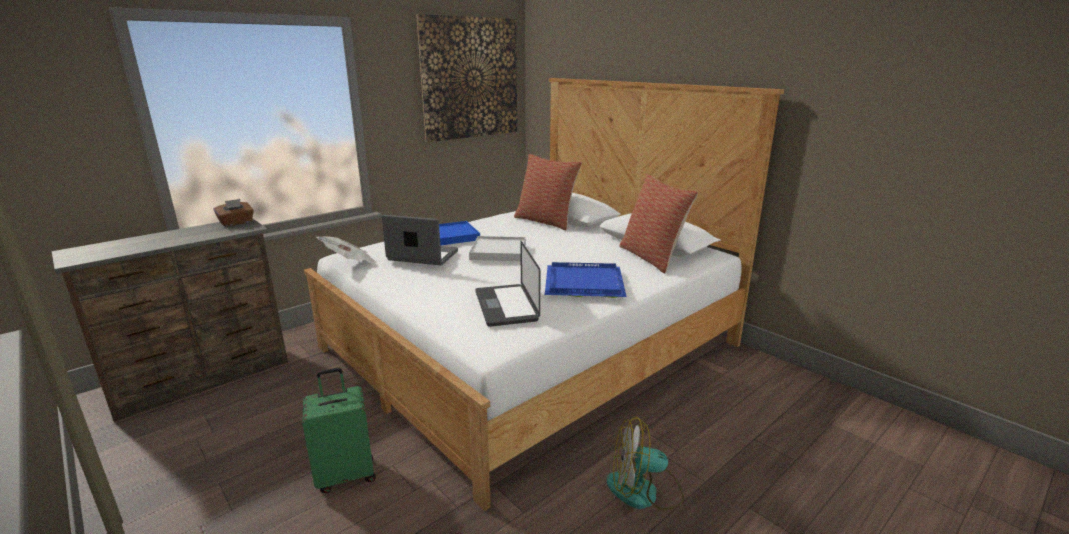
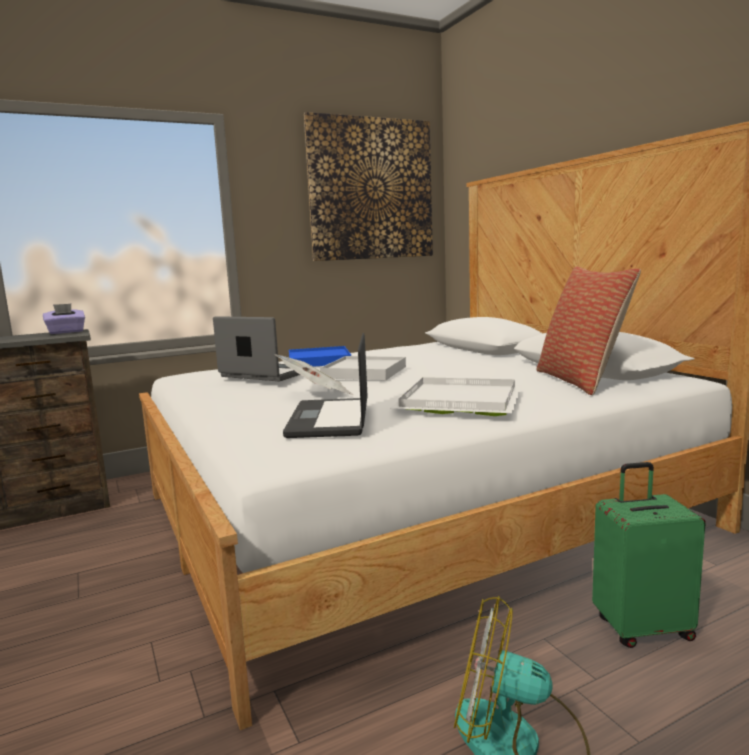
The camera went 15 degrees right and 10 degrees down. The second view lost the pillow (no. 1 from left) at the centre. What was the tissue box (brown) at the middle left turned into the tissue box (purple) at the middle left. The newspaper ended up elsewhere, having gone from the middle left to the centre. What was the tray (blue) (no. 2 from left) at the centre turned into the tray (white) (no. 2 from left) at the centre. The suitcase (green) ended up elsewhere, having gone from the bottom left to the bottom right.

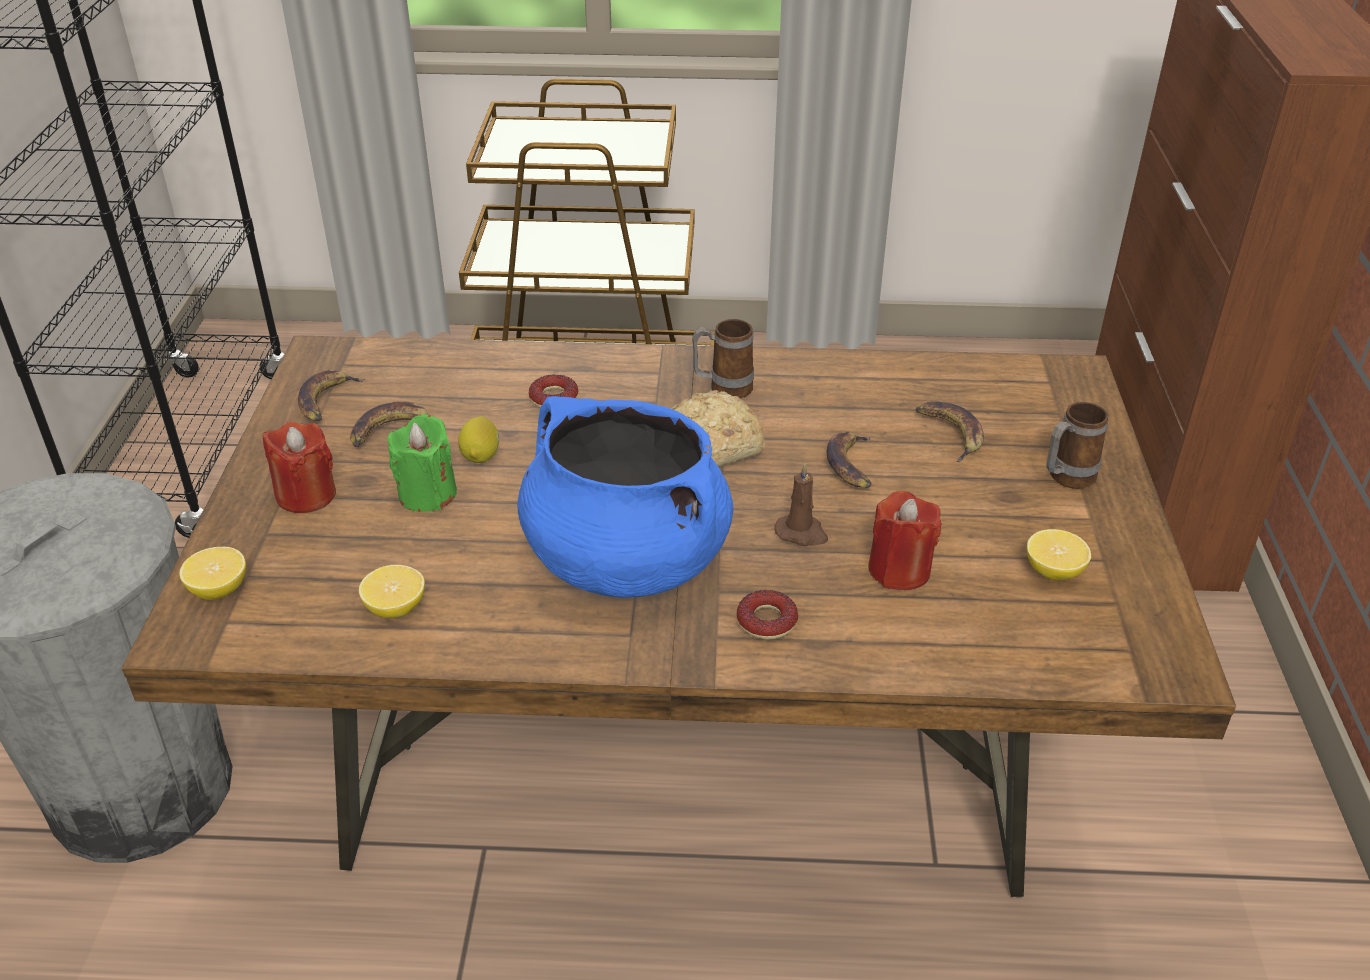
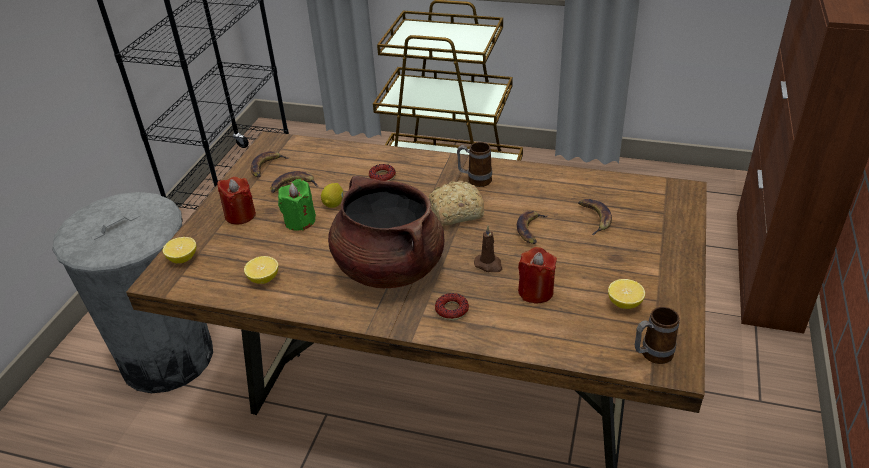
The camera went 15 degrees right and 0 degrees up. What was the cooking pot (blue) at the centre turned into the cooking pot (brown) at the centre. The mug (no. 2 from left) ended up elsewhere, having gone from the middle right to the bottom right.

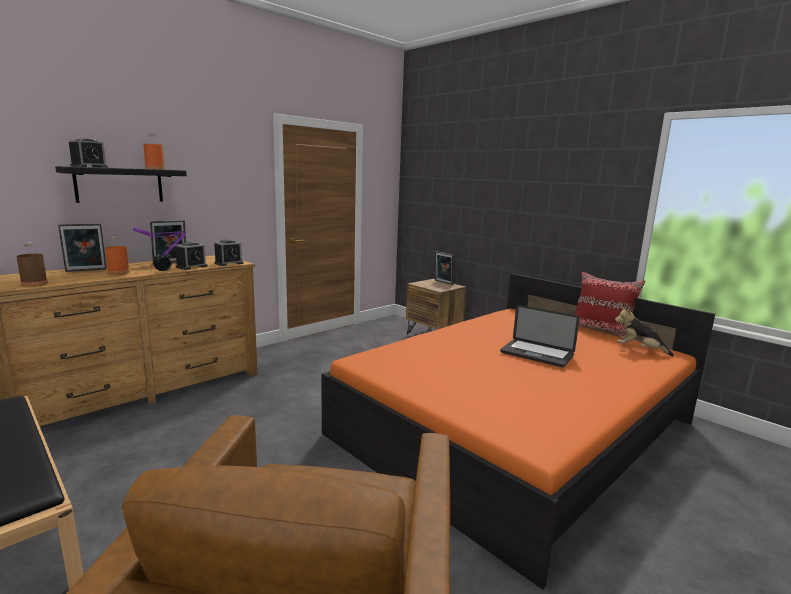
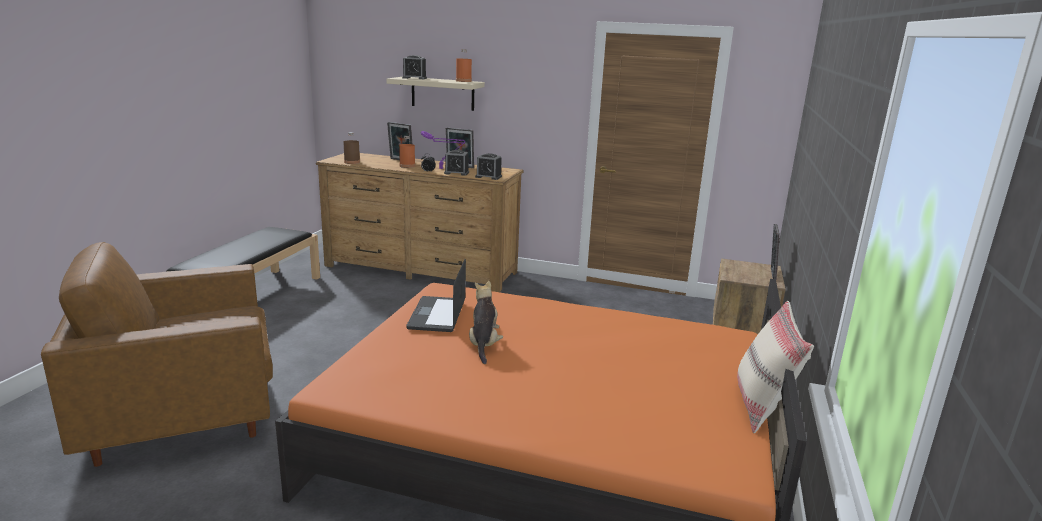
The camera went 60 degrees right and 5 degrees up. What was the shelf (black) at the top left turned into the shelf (beige) at the top centre. What was the pillow (red) at the middle right turned into the pillow (beige) at the bottom right. The laptop ended up elsewhere, having gone from the middle right to the centre. The plush toy ended up elsewhere, having gone from the middle right to the centre.

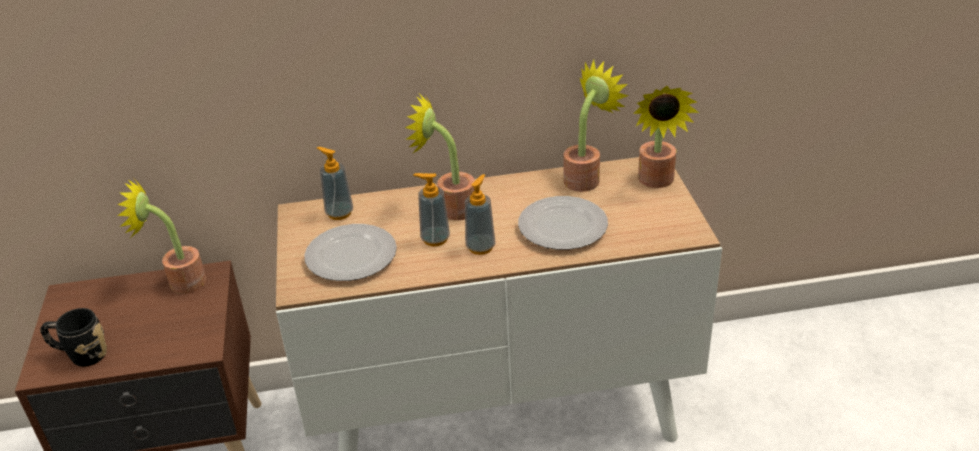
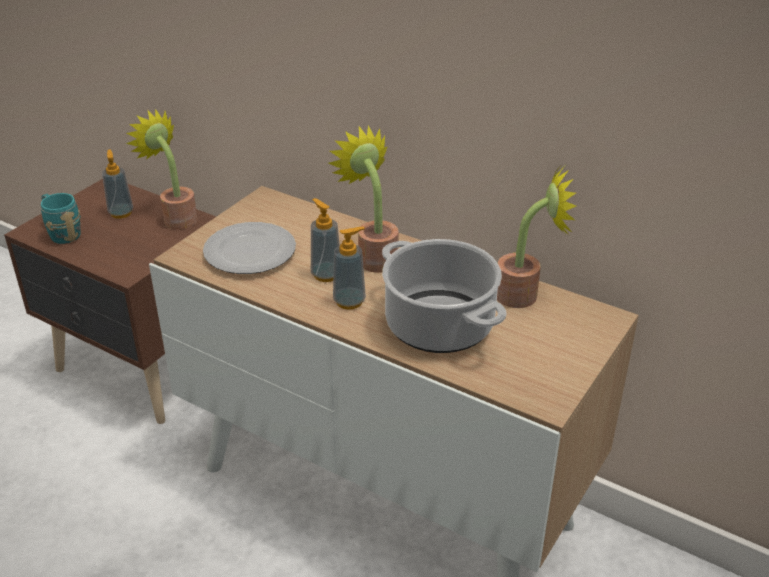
The camera went 40 degrees right and 0 degrees up. The second view lost the potted plant (no. 4 from left) at the top right. The soap dispenser (no. 1 from left) ended up elsewhere, having gone from the centre to the top left. Where the plate (no. 2 from left) stood at the centre, the cooking pot came to stand at the centre. What was the mug (black) at the bottom left turned into the mug (turquoise) at the middle left.

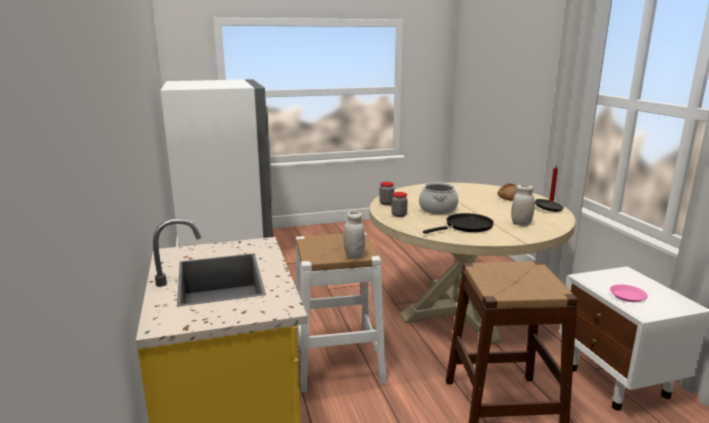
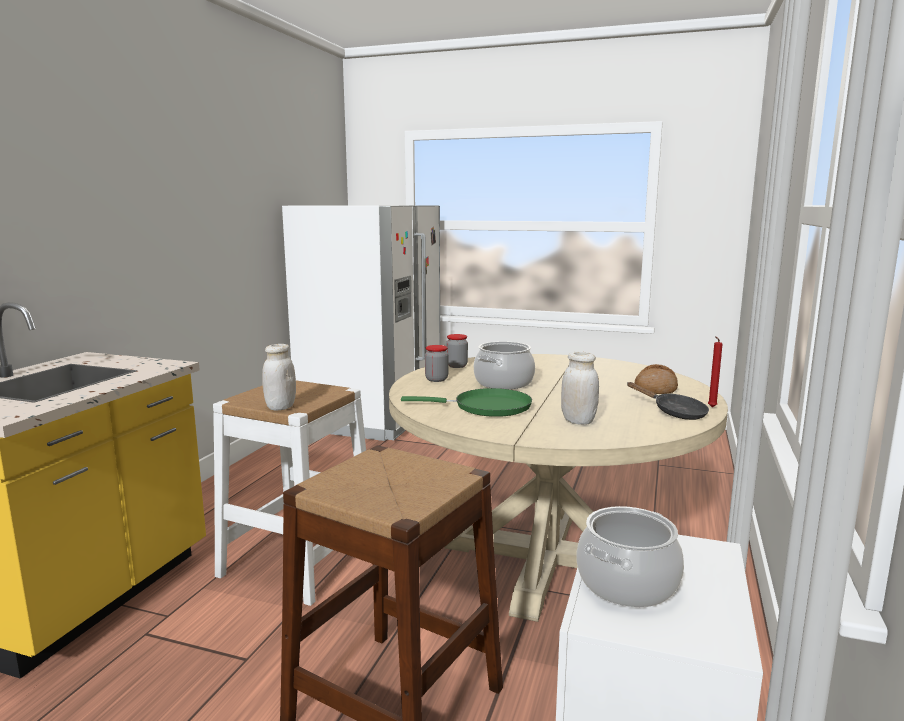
The camera went 35 degrees right and 5 degrees down. What was the frying pan (black) (no. 1 from left) at the centre turned into the frying pan (green) at the centre. Where the plate (pink) stood at the bottom right, the cooking pot (no. 2 from left) came to stand at the bottom right.

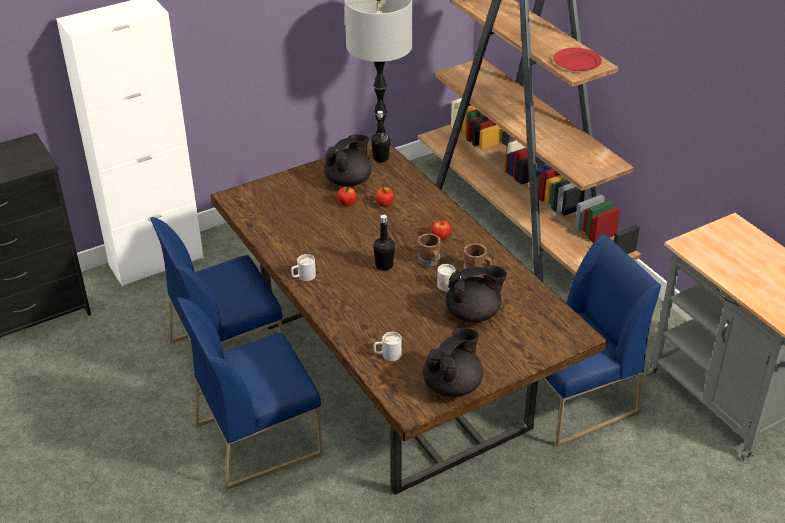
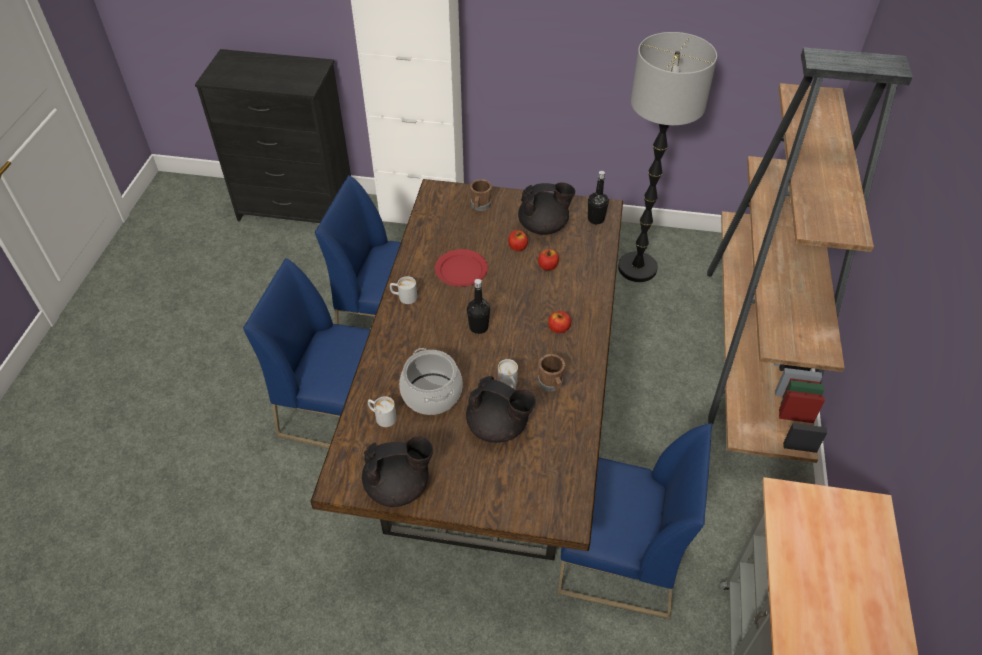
The camera went 40 degrees right and 10 degrees up. The plate (red) ended up elsewhere, having gone from the top right to the centre. The mug (brown) (no. 1 from left) ended up elsewhere, having gone from the centre to the top centre. The second view gained the cooking pot at the centre.

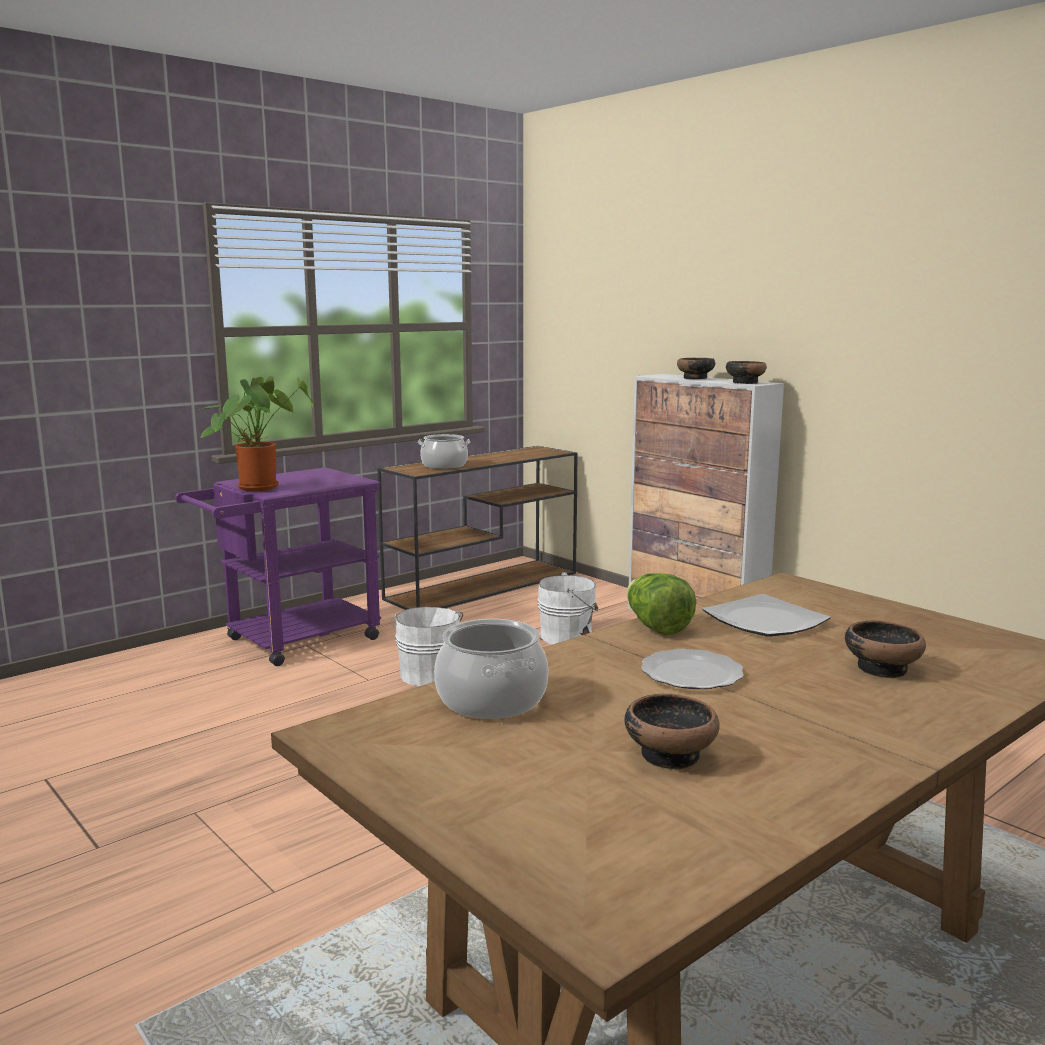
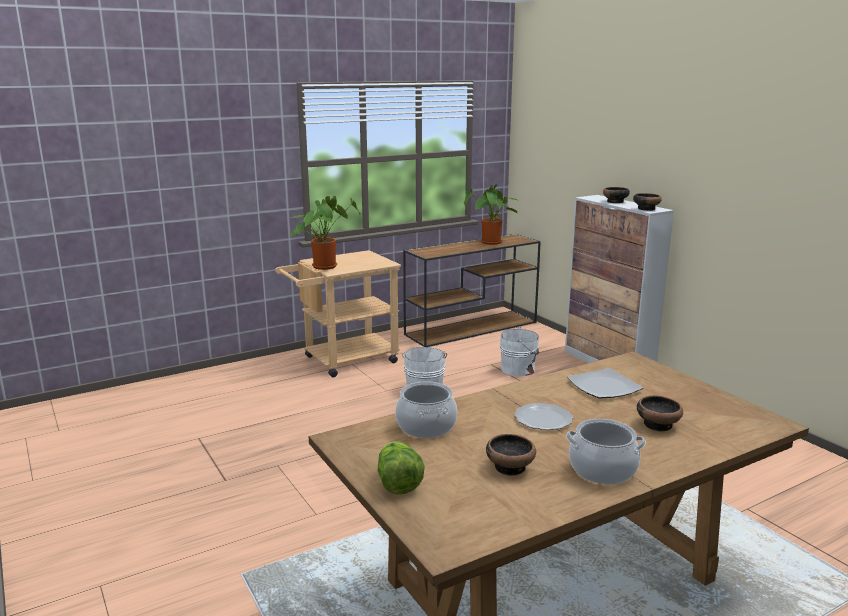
The camera went 10 degrees right and 5 degrees up. The cooking pot (no. 1 from left in the first image) ended up elsewhere, having gone from the centre to the bottom right. What was the cart (purple) at the middle left turned into the cart (beige) at the centre. The lettuce ended up elsewhere, having gone from the centre to the bottom centre. The second view gained the potted plant (no. 2 from left) at the centre.

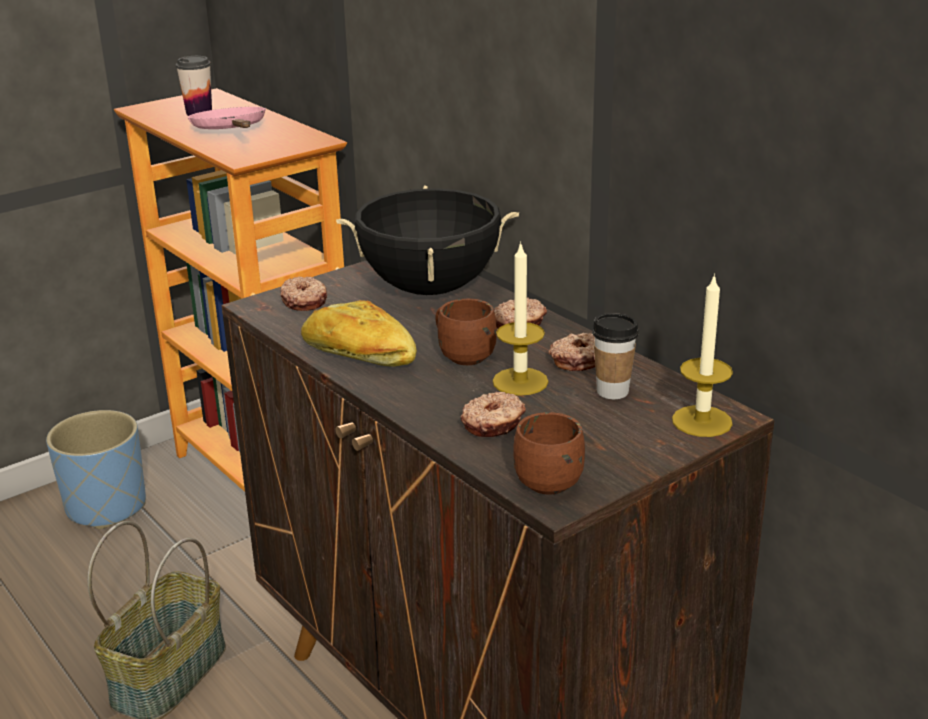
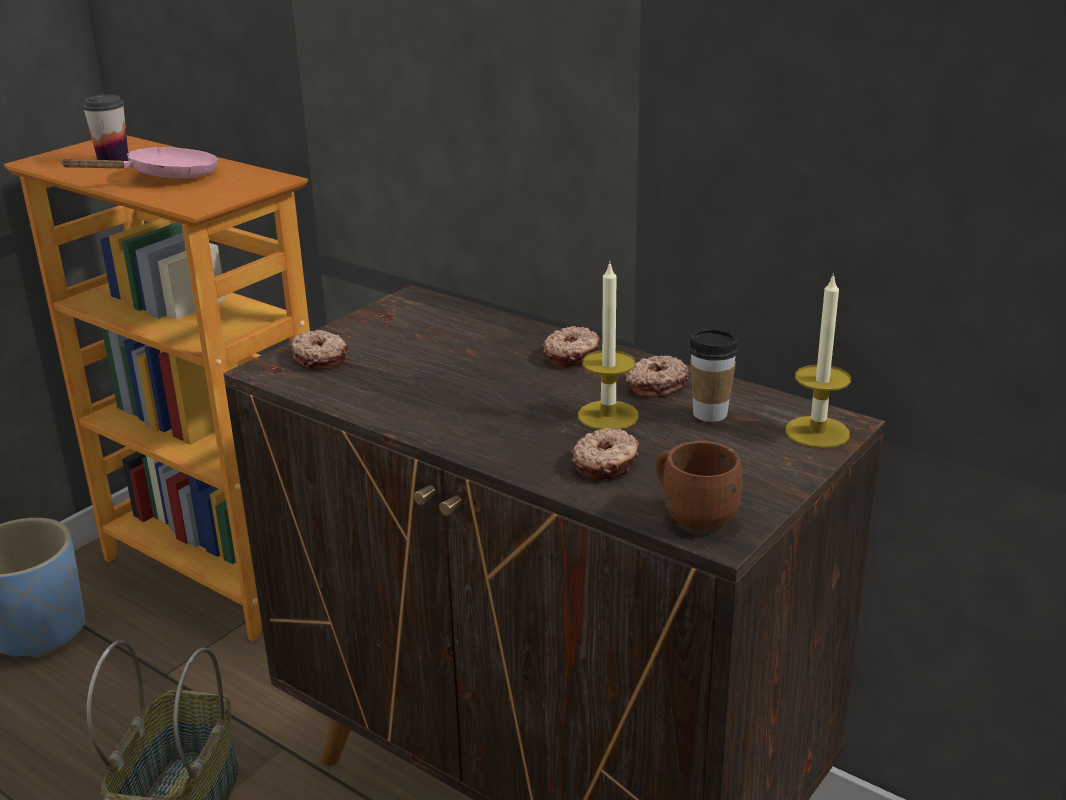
The camera went 15 degrees left and 0 degrees up. The frying pan (pink) at the top left ended up facing another way, 90 degrees clockwise from before. The second view lost the cooking pot (black) at the centre. The second view lost the mug (brown) (no. 1 from left) at the centre. The second view lost the bread at the centre.

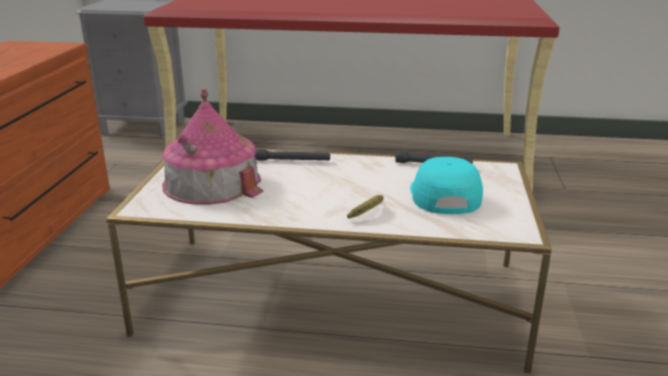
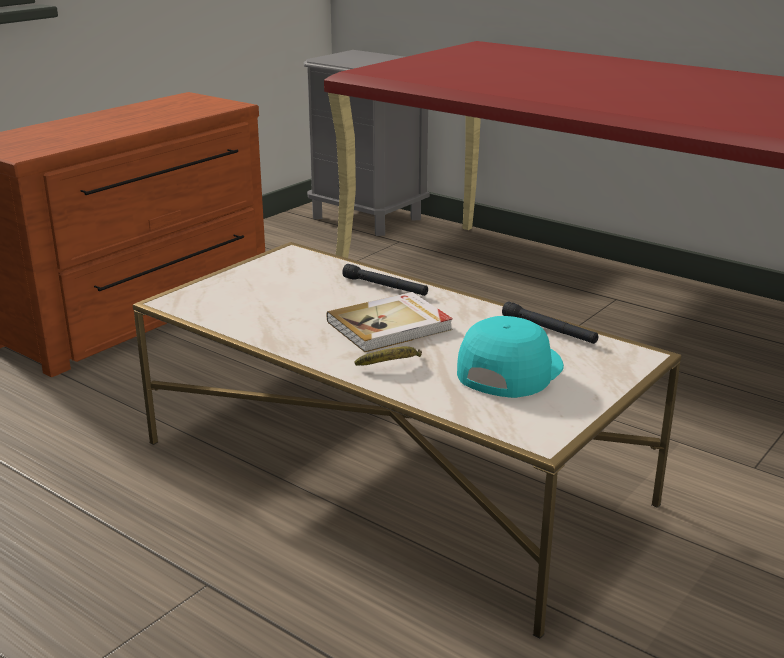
The camera went 30 degrees right and 0 degrees up. The second view lost the toy house at the middle left. The second view gained the book at the centre.

